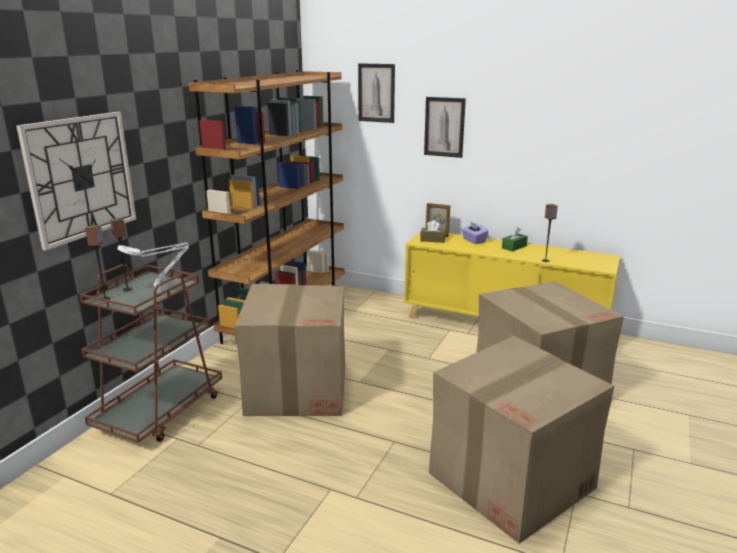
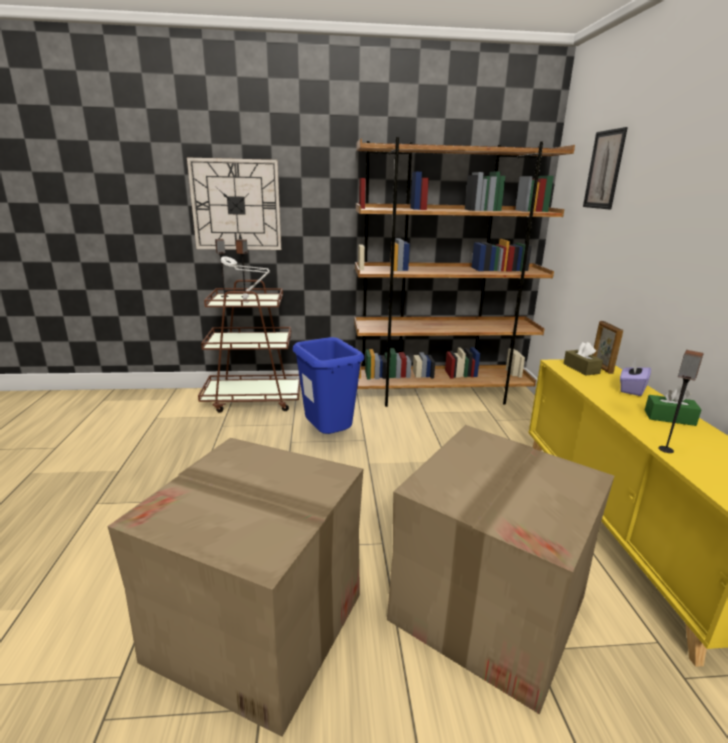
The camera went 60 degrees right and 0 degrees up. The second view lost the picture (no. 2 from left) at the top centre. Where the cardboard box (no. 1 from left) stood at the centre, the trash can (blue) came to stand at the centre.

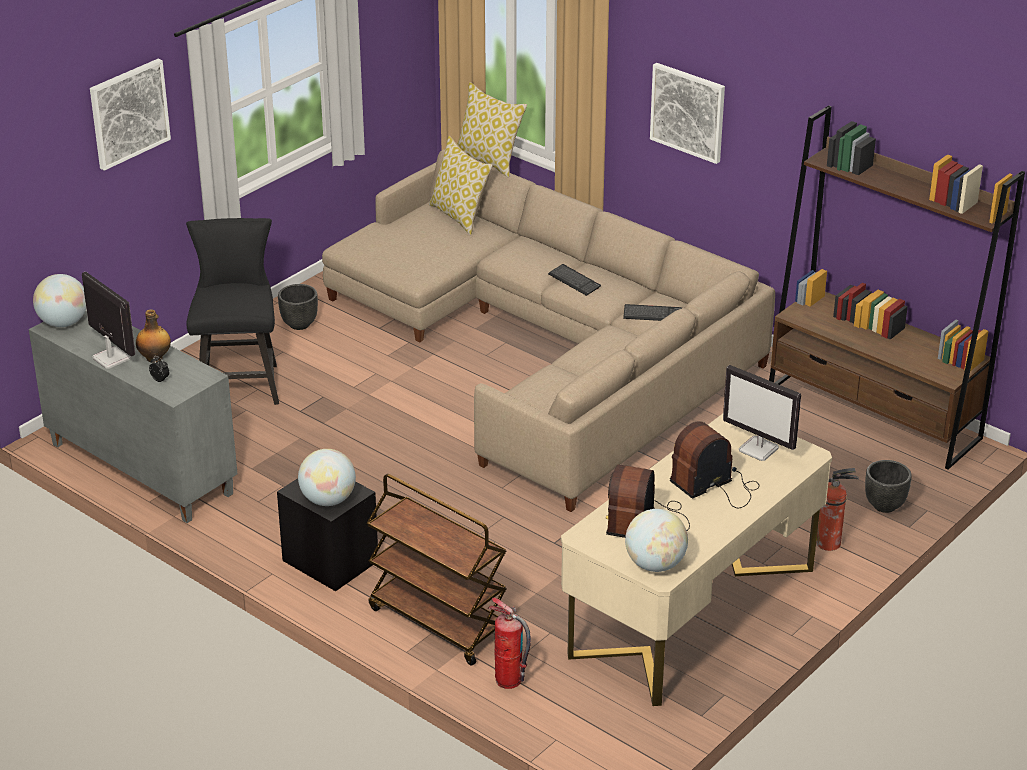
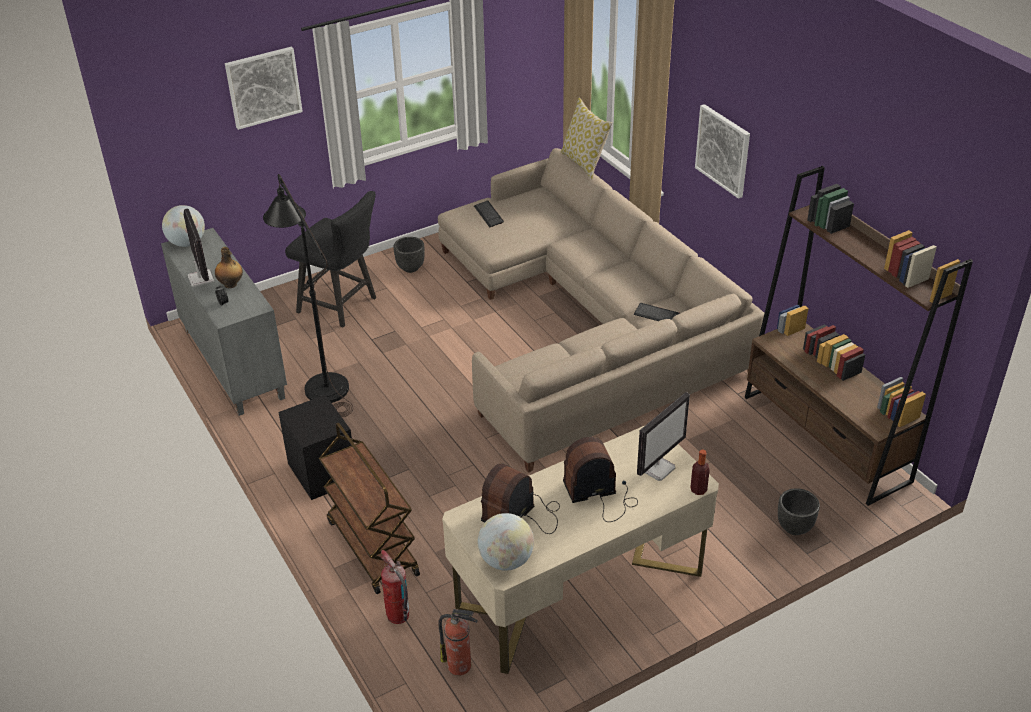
The camera went 20 degrees right and 5 degrees up. The second view lost the pillow (no. 1 from left) at the top centre. The chair (black) at the middle left ended up facing another way, 105 degrees clockwise from before. The keyboard (no. 1 from left) ended up elsewhere, having gone from the centre to the top centre. The monitor (no. 2 from left) at the middle right ended up facing another way, 105 degrees counterclockwise from before. The second view lost the globe (no. 2 from left) at the middle left. The fire extinguisher (no. 2 from left) ended up elsewhere, having gone from the middle right to the bottom centre. The second view gained the floor lamp (black) at the middle left. The second view gained the bottle (no. 2 from left) at the middle right.

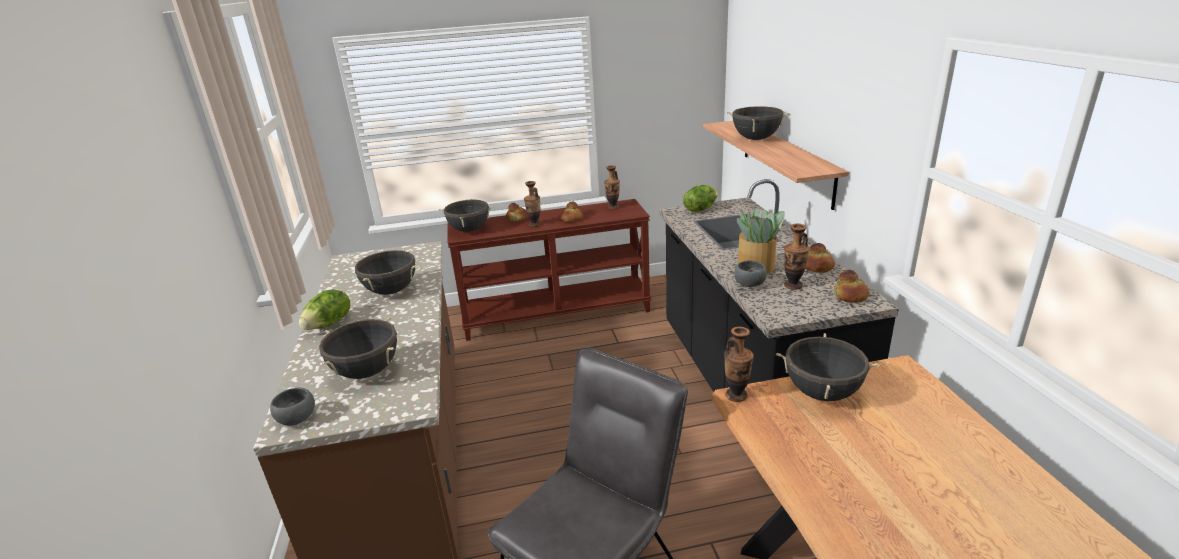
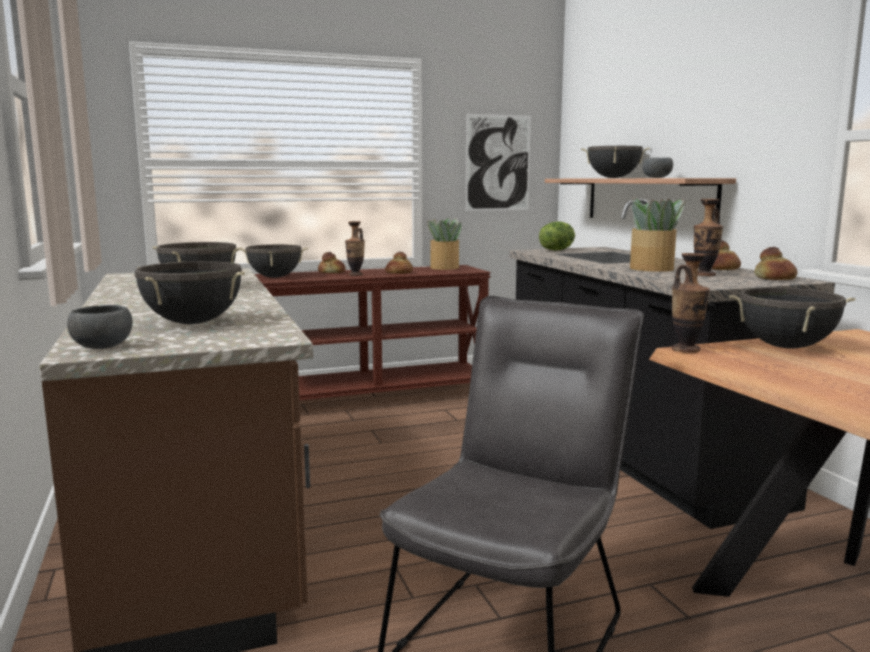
The camera went 10 degrees left and 15 degrees down. Where the vase (no. 2 from left) stood at the centre, the potted plant (no. 1 from left) came to stand at the centre. The bowl (grey) (no. 2 from left) ended up elsewhere, having gone from the centre to the top right. The second view lost the lettuce (no. 1 from left) at the middle left. The second view gained the picture at the top centre.

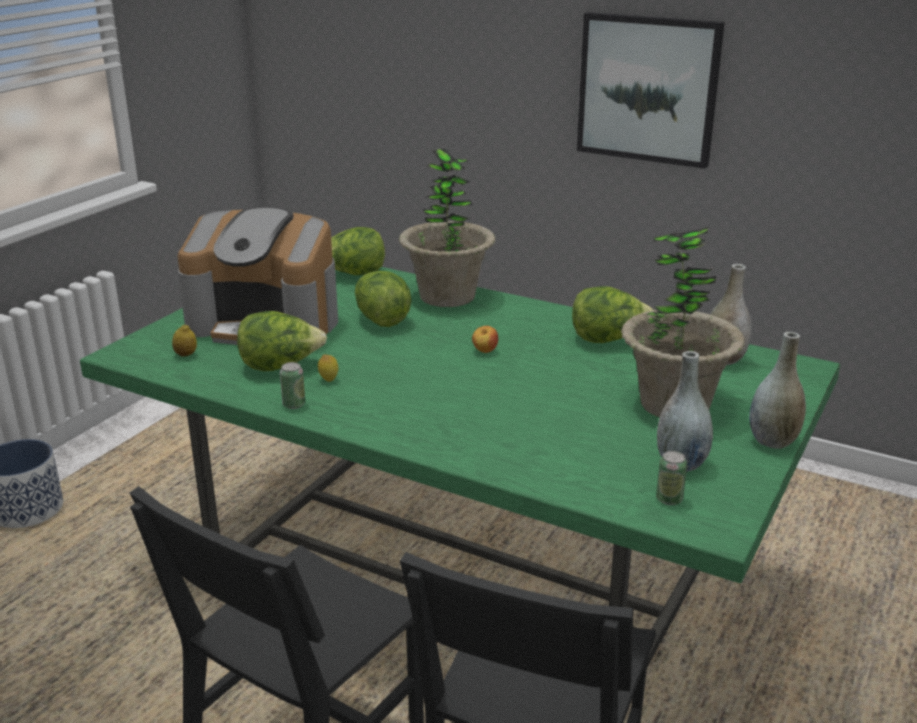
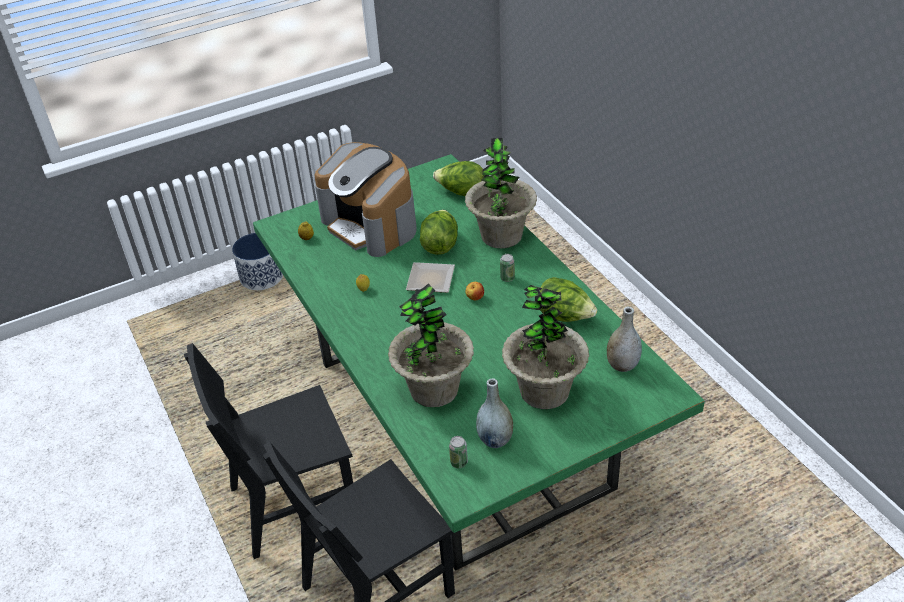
The camera went 35 degrees right and 15 degrees up. The second view lost the picture at the top right. The second view lost the lettuce (no. 1 from left) at the middle left. The second view lost the vase (grey) (no. 3 from left) at the middle right. The can (no. 1 from left in the first image) ended up elsewhere, having gone from the middle left to the centre. The second view gained the plate at the centre. The second view gained the potted plant (no. 1 from left) at the centre.

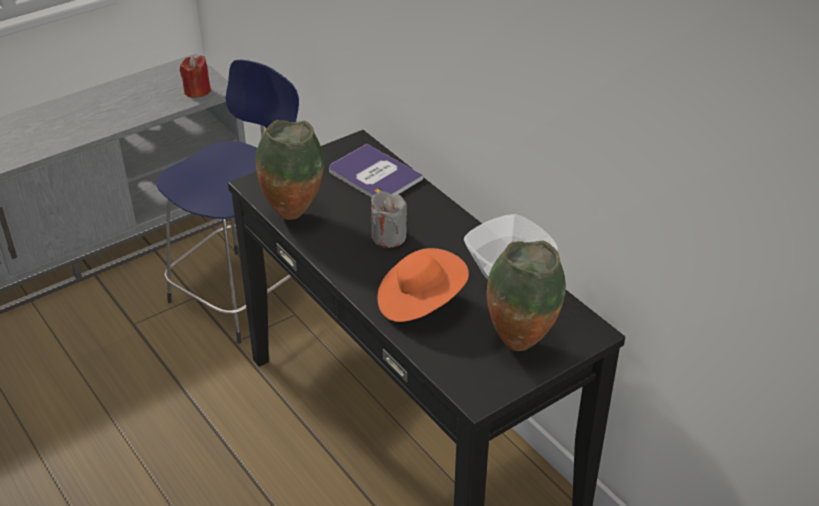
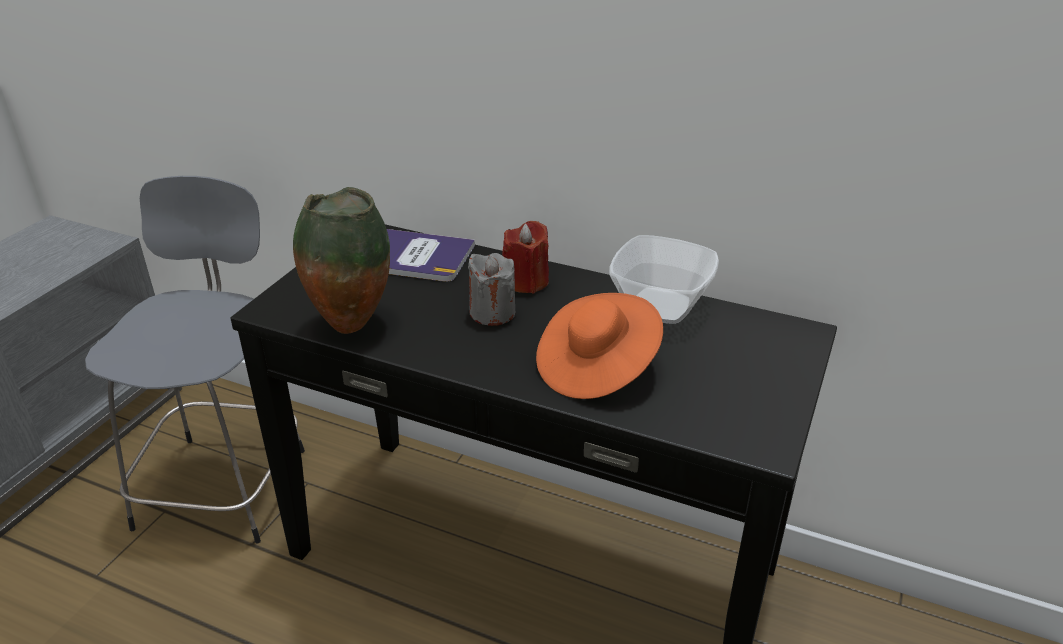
The camera went 30 degrees left and 5 degrees down. The candle (red) ended up elsewhere, having gone from the top left to the centre. What was the stool (blue) at the middle left turned into the stool (grey) at the middle left. The second view lost the vase (no. 2 from left) at the centre.

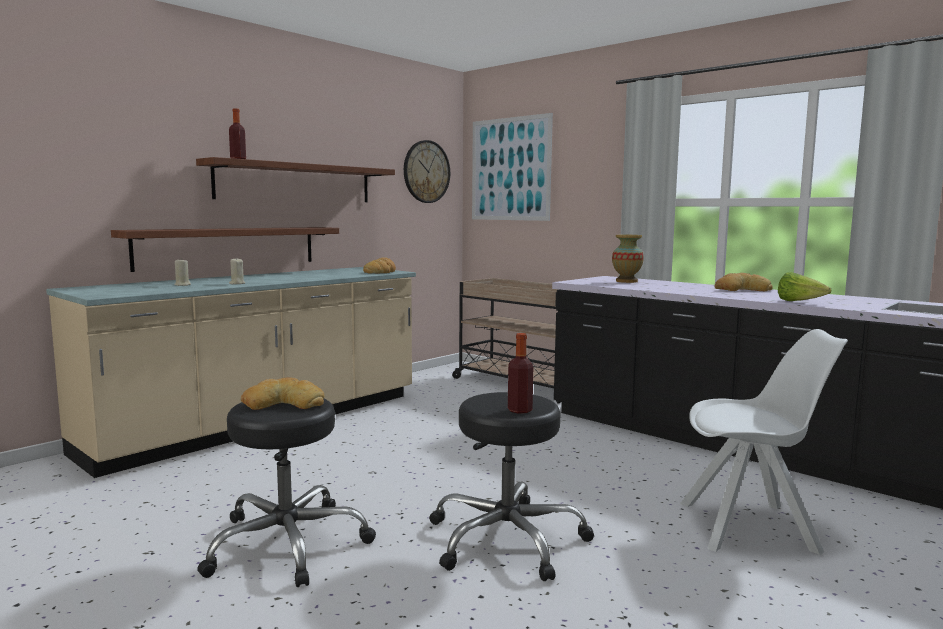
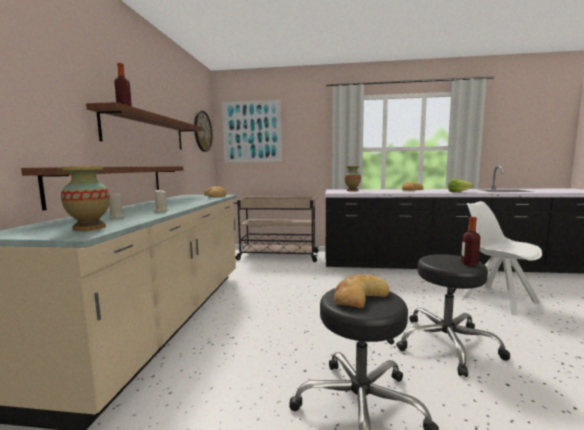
The camera went 35 degrees left and 0 degrees up. The chair (white) at the bottom right ended up facing another way, 90 degrees counterclockwise from before. The second view gained the vase (no. 1 from left) at the middle left.

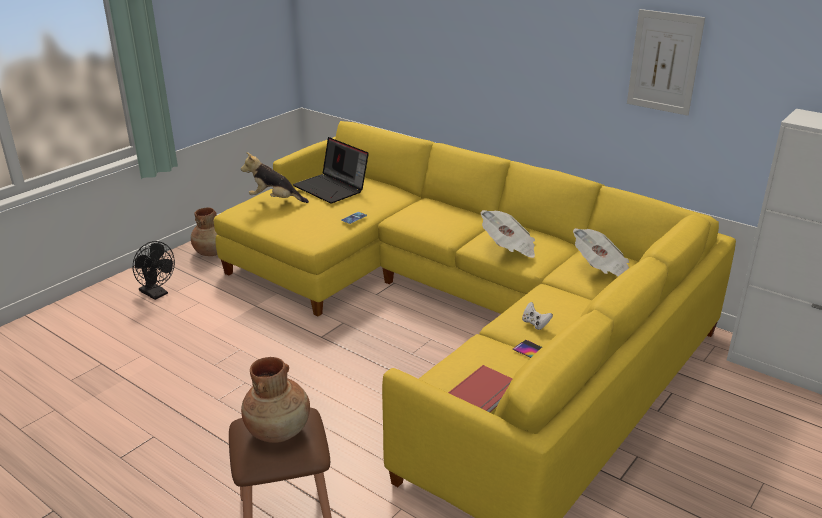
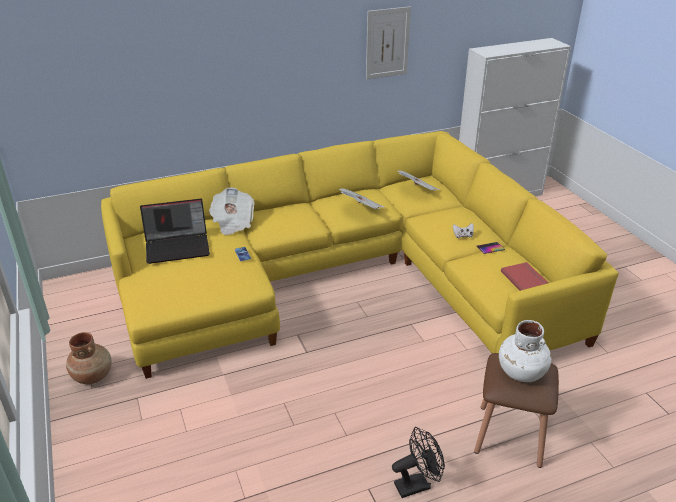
The camera went 60 degrees left and 5 degrees up. The second view lost the plush toy at the centre. The fan (black) ended up elsewhere, having gone from the middle left to the bottom centre. What was the vase (brown) (no. 2 from left) at the bottom centre turned into the vase (white) at the bottom right. The second view gained the newspaper (no. 1 from left) at the centre.

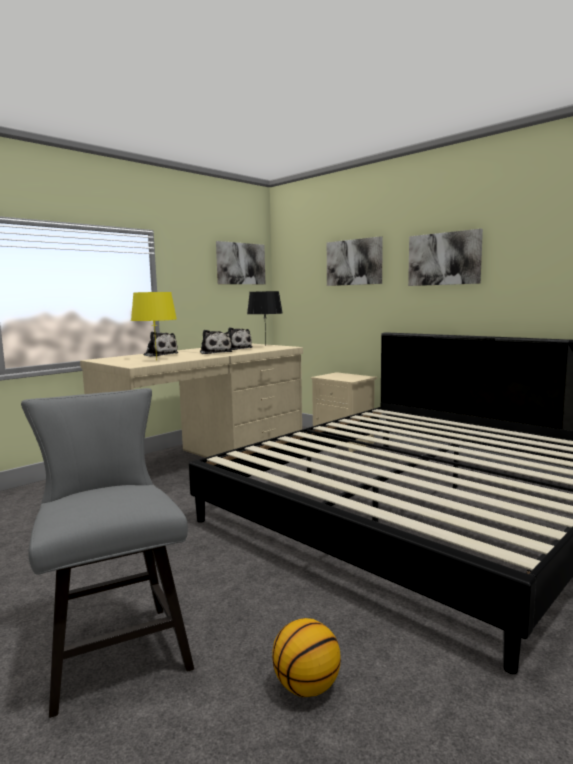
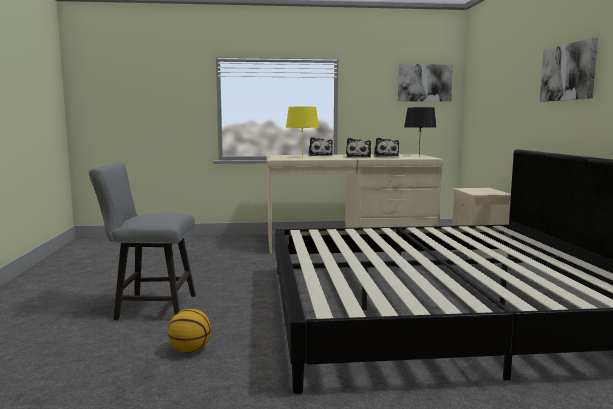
The camera went 40 degrees right and 0 degrees up. The second view lost the picture (no. 2 from left) at the centre. The chair (grey) at the bottom left ended up facing another way, 105 degrees counterclockwise from before.

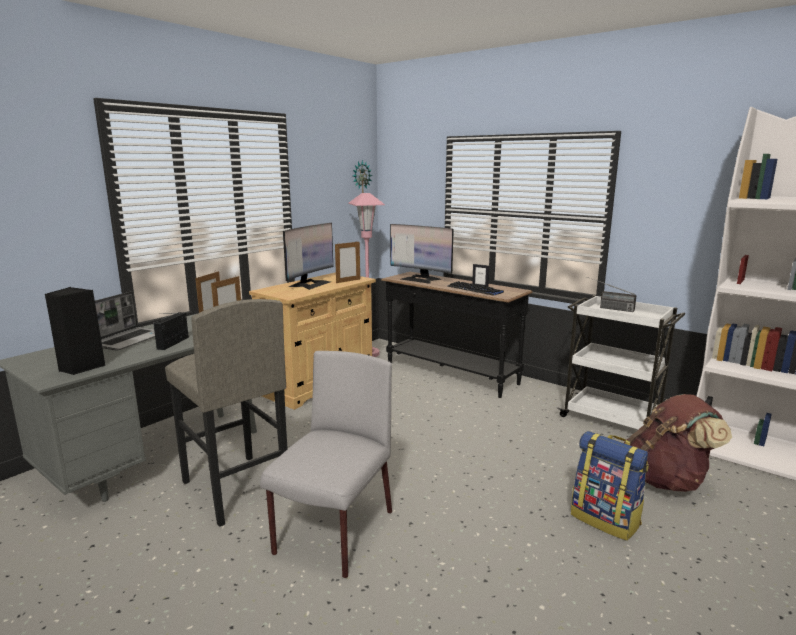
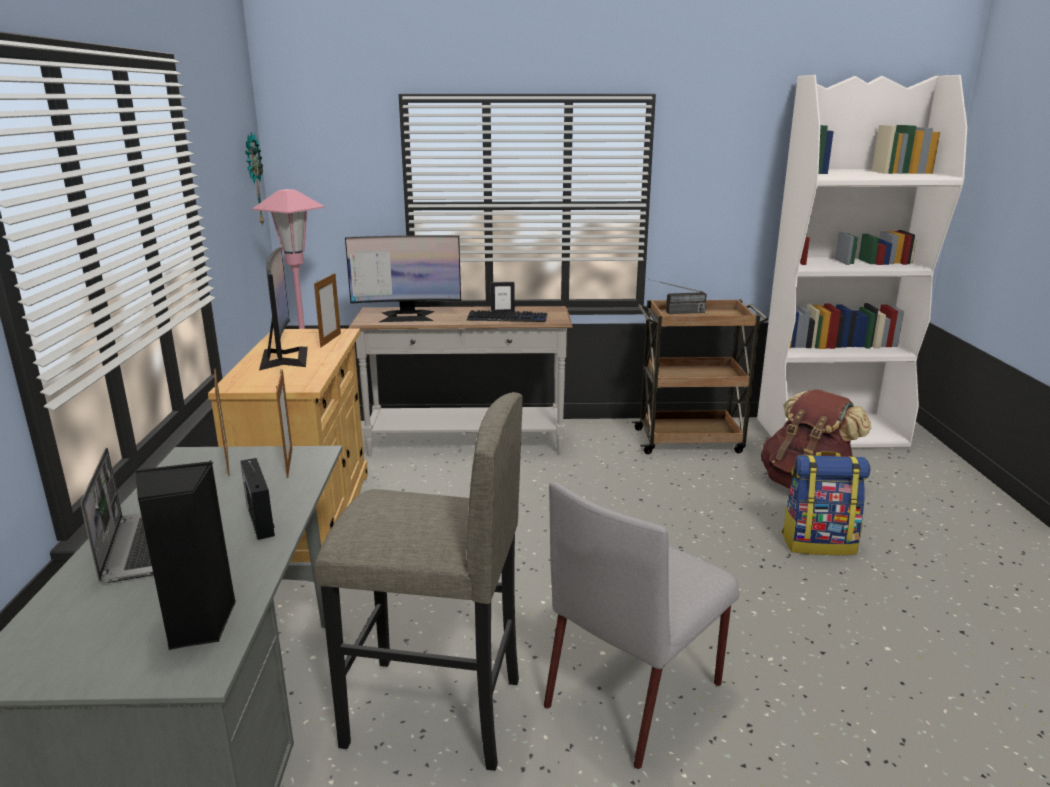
The camera went 40 degrees left and 5 degrees up. What was the console table (black) at the centre turned into the console table (white) at the centre. What was the cart (white) at the middle right turned into the cart (brown) at the centre. The chair (grey) at the bottom centre ended up facing another way, 120 degrees counterclockwise from before.

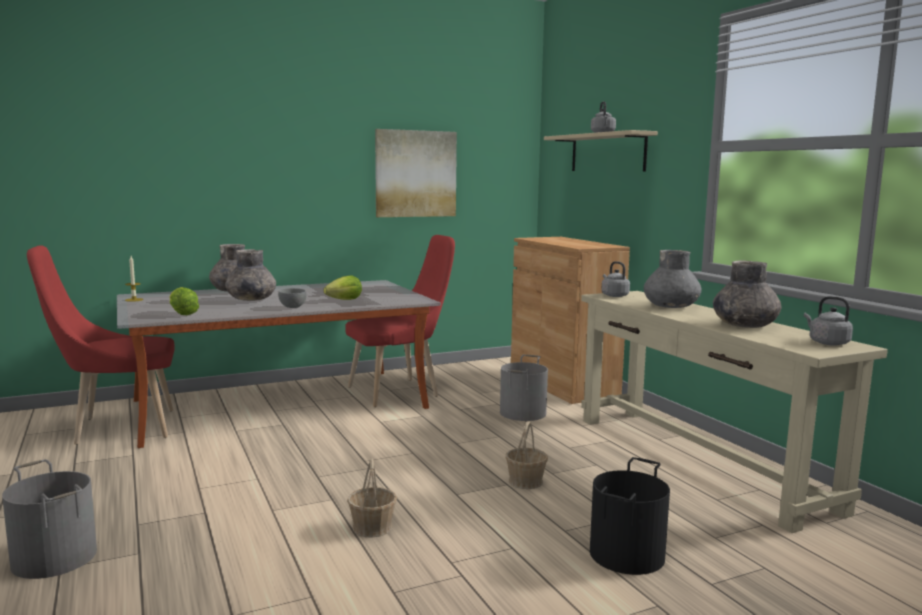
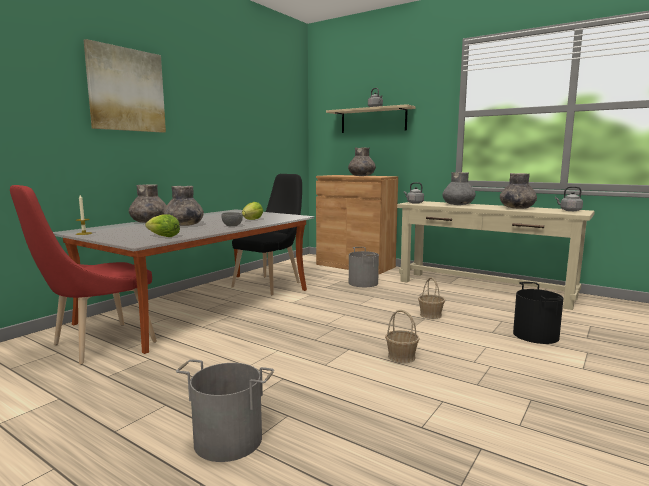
The camera went 30 degrees left and 0 degrees up. The picture ended up elsewhere, having gone from the top centre to the top left. What was the chair (red) (no. 2 from left) at the centre turned into the chair (black) at the centre. The second view gained the vase (grey) (no. 3 from left) at the top centre.

